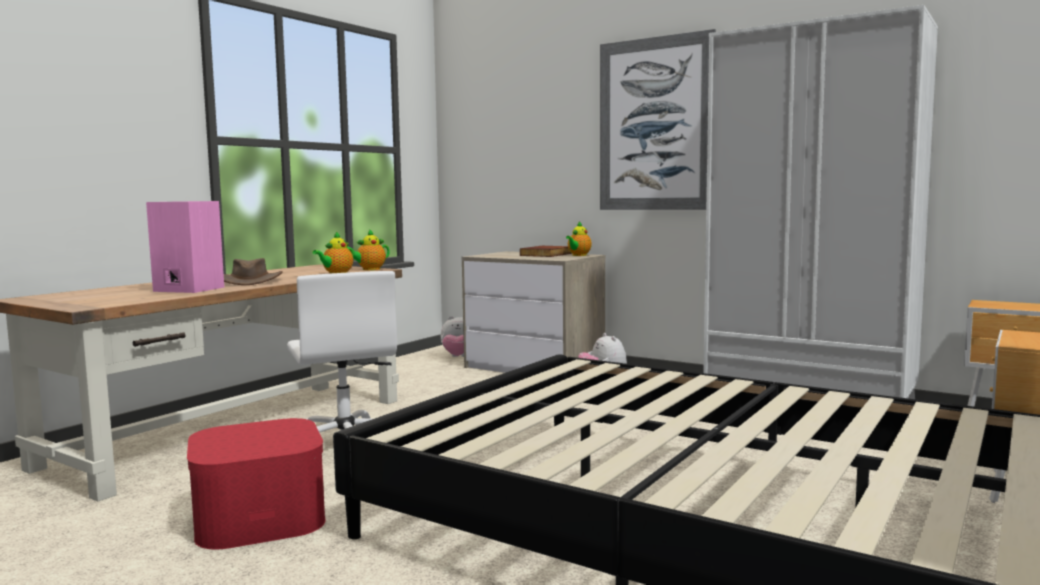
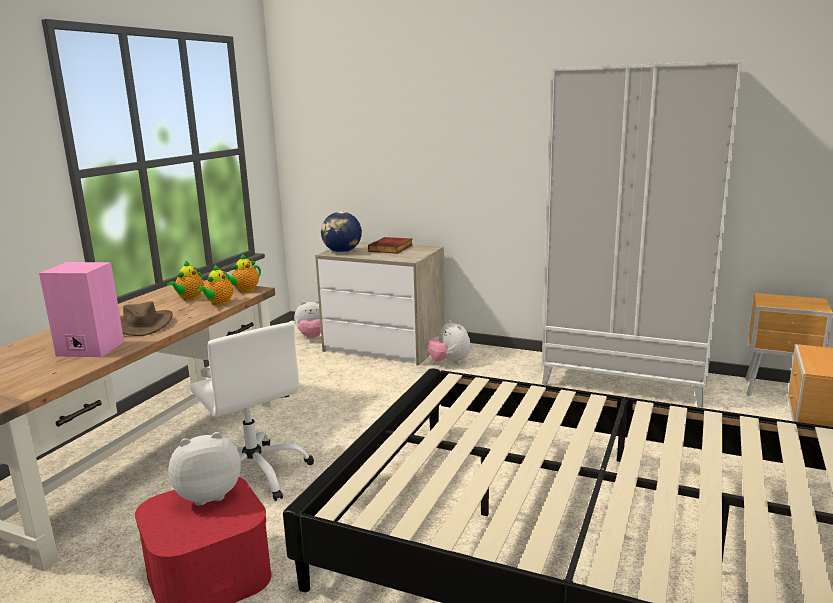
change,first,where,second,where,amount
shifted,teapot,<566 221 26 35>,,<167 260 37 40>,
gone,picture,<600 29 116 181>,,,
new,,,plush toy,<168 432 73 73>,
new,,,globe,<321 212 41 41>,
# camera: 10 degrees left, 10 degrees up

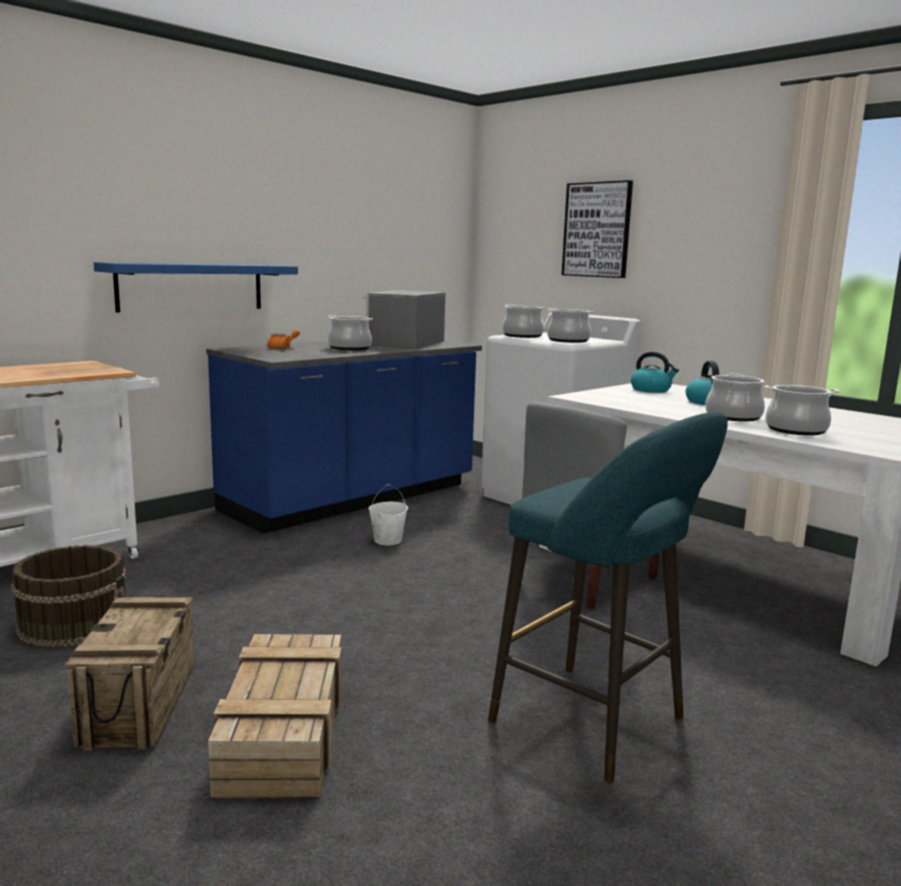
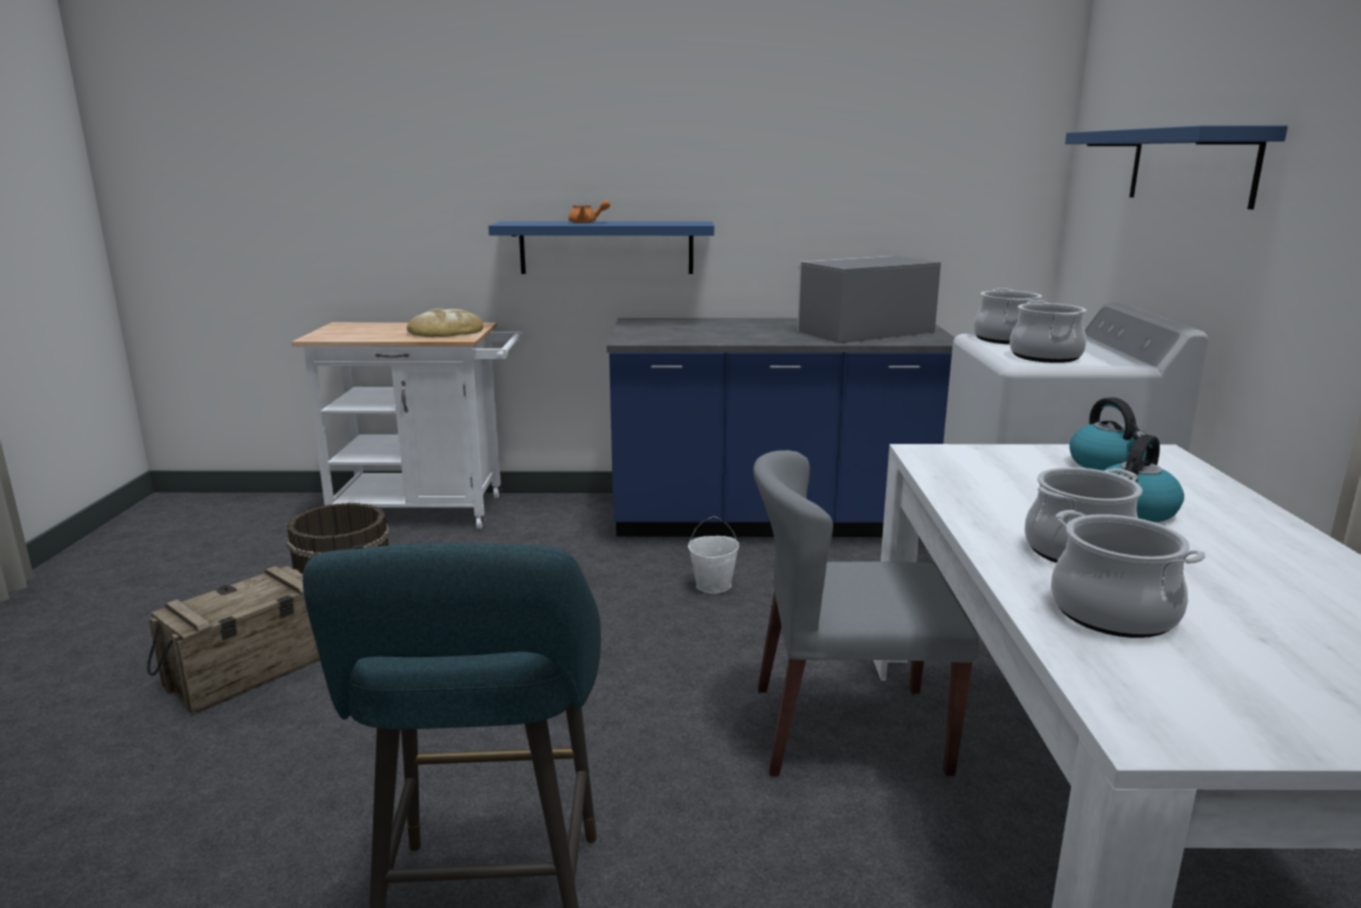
change,first,where,second,where,amount
gone,crate,<208 634 134 164>,,,
shifted,orange teapot,<267 329 33 20>,,<568 200 42 23>,
gone,cooking pot,<327 315 46 35>,,,
swapped,picture,<562 180 71 98>,blue shelf,<1065 126 223 83>,
new,,,bread,<407 308 77 29>,
# camera: 45 degrees right, 5 degrees up

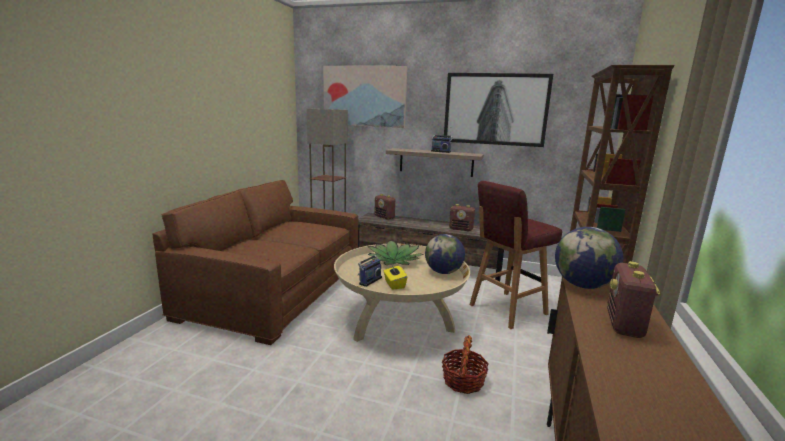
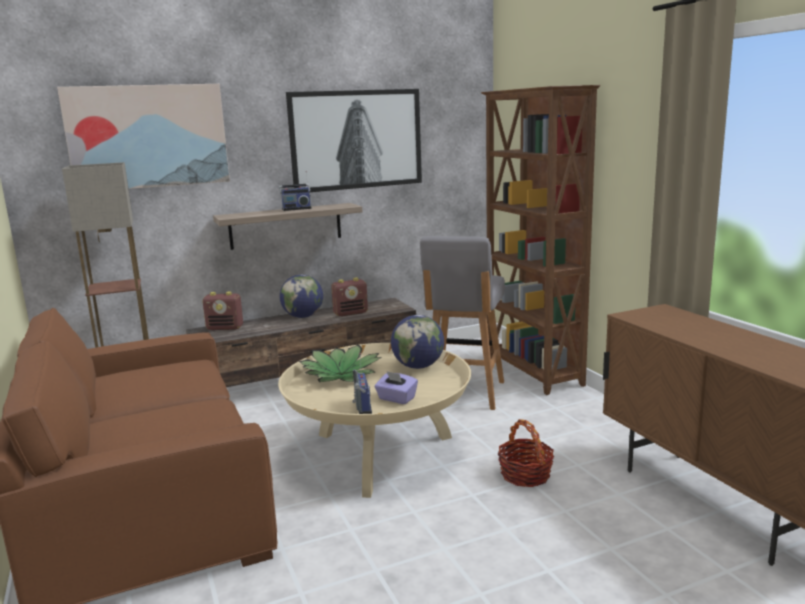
change,first,where,second,where,amount
repainted,yellow tissue box,<384 263 23 27>,purple tissue box,<375 371 43 33>,
repainted,red stool,<469 181 93 148>,grey stool,<420 236 85 174>,
shifted,globe,<555 227 69 62>,,<280 274 43 44>,
gone,radio,<607 261 54 77>,,,
# camera: 40 degrees left, 0 degrees up

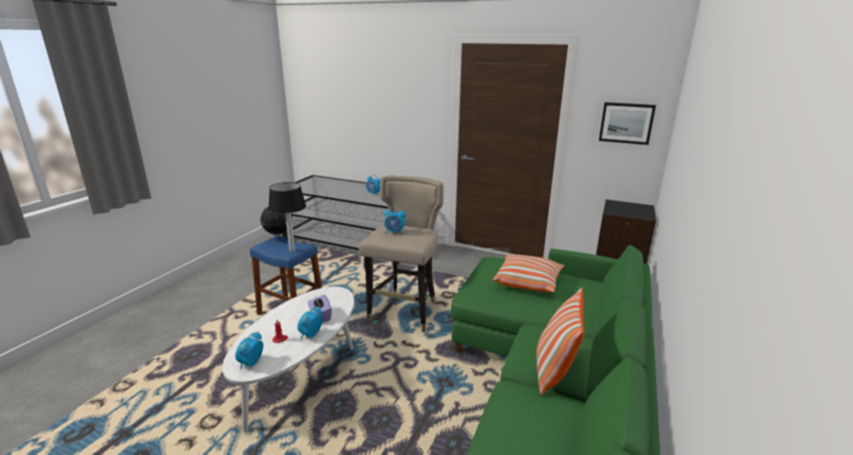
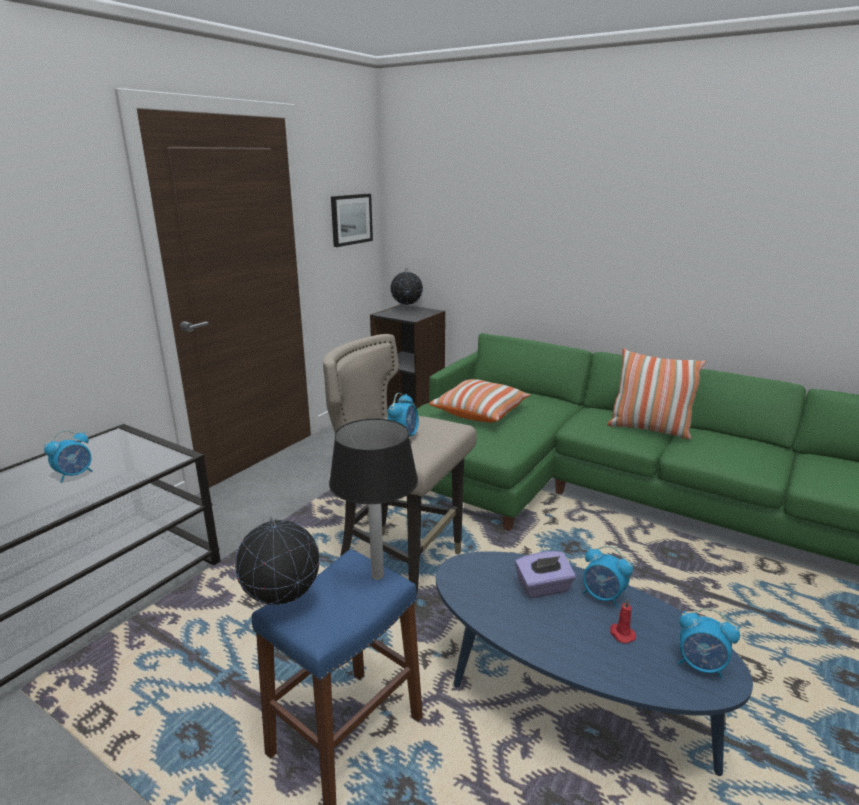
change,first,where,second,where,amount
repainted,white coffee table,<222 287 132 145>,blue coffee table,<436 551 317 225>,
new,,,globe,<390 268 33 40>,
# camera: 80 degrees left, 0 degrees up

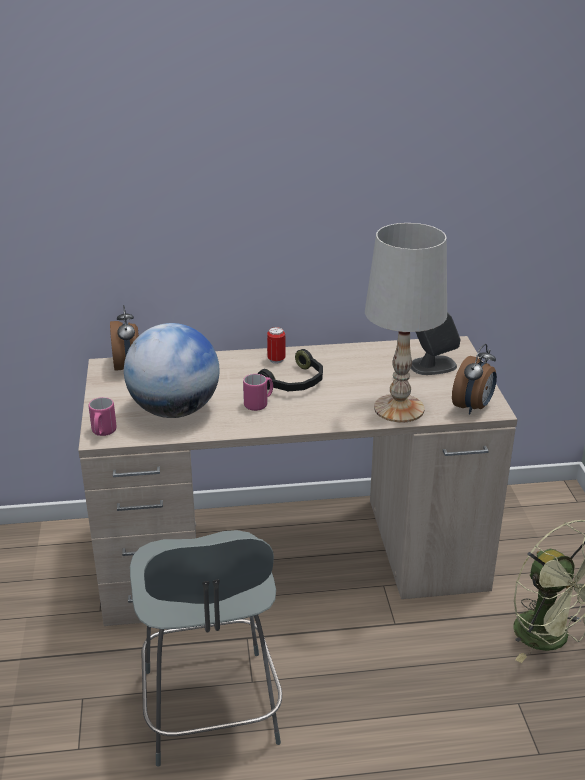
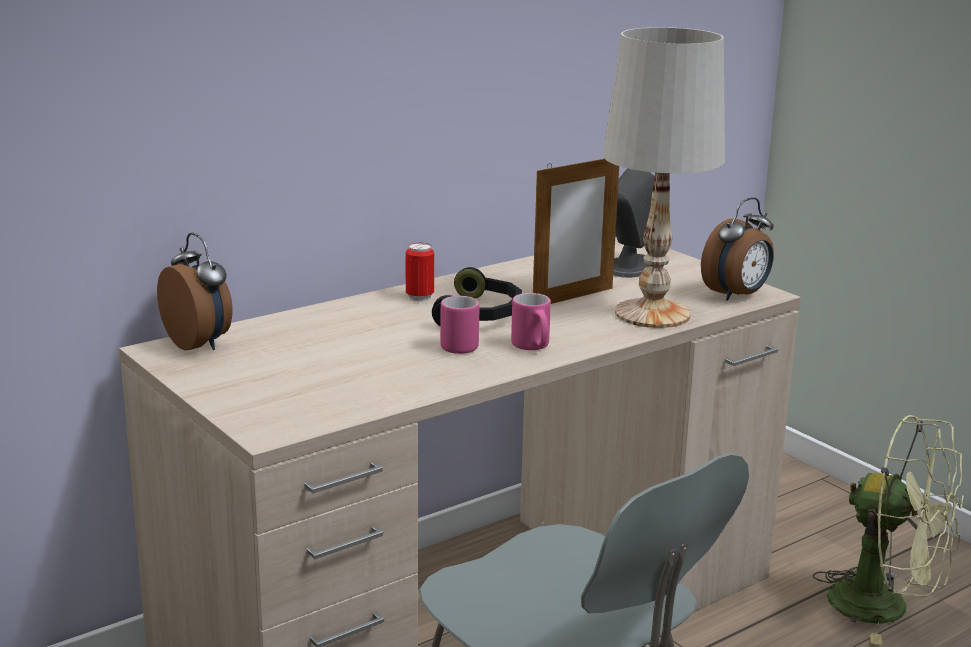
change,first,where,second,where,amount
shifted,pink mug,<89 397 28 39>,,<511 293 40 57>,
gone,globe,<124 323 96 95>,,,
rotated,alarm clock,<452 344 45 70>,,<701 197 73 104>,45 degrees clockwise
new,,,picture frame,<533 159 86 145>,
# camera: 30 degrees left, 10 degrees down

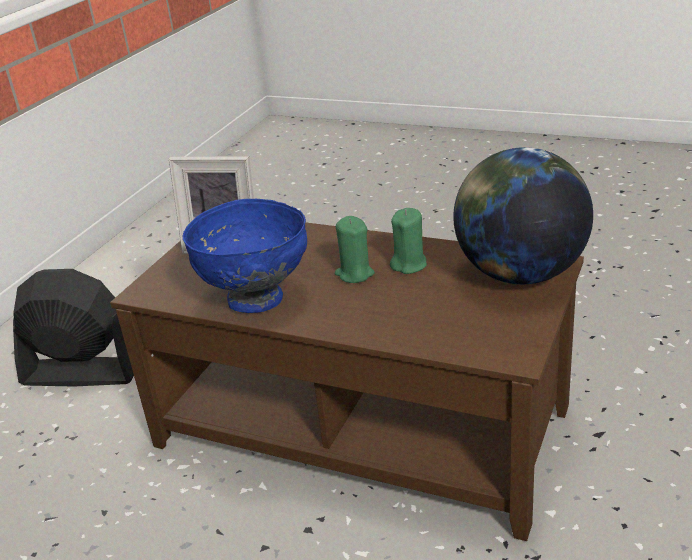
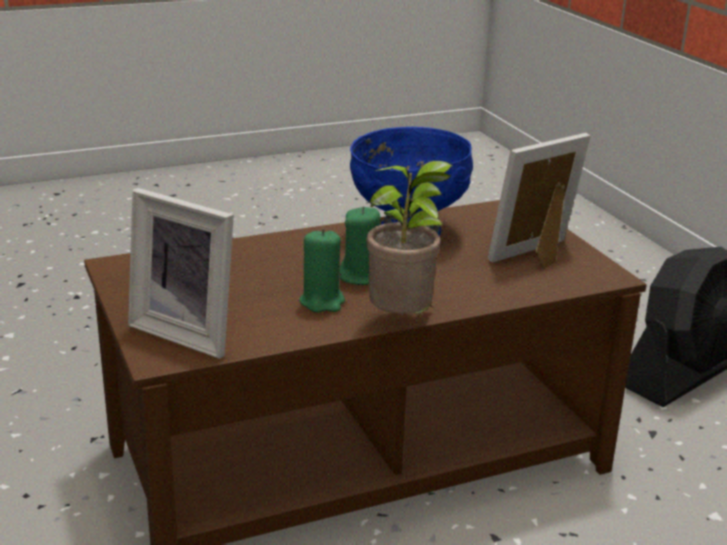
change,first,where,second,where,amount
swapped,globe,<453 147 140 137>,picture frame,<128 188 106 171>,
new,,,potted plant,<366 161 86 153>,
# camera: 130 degrees right, 5 degrees down

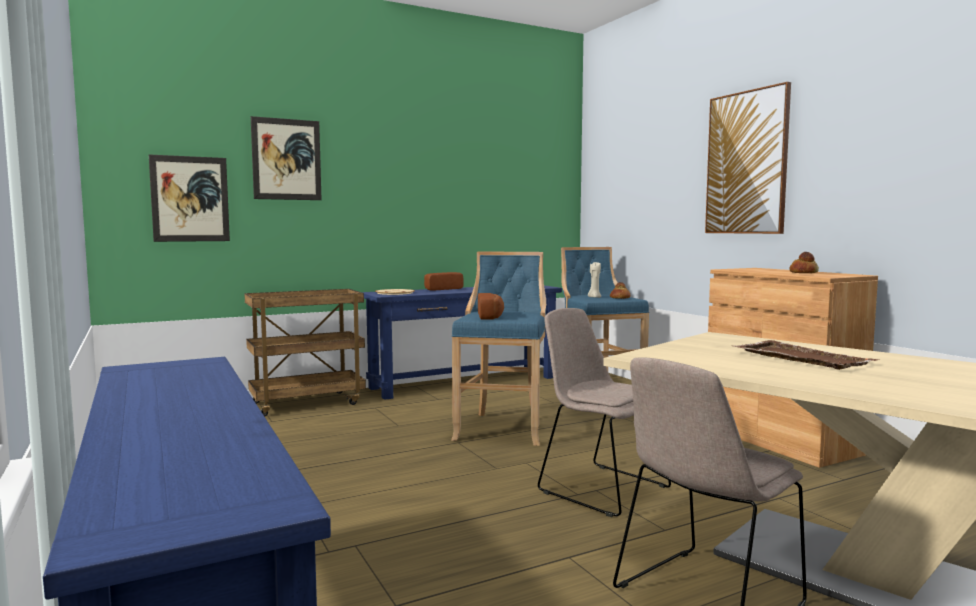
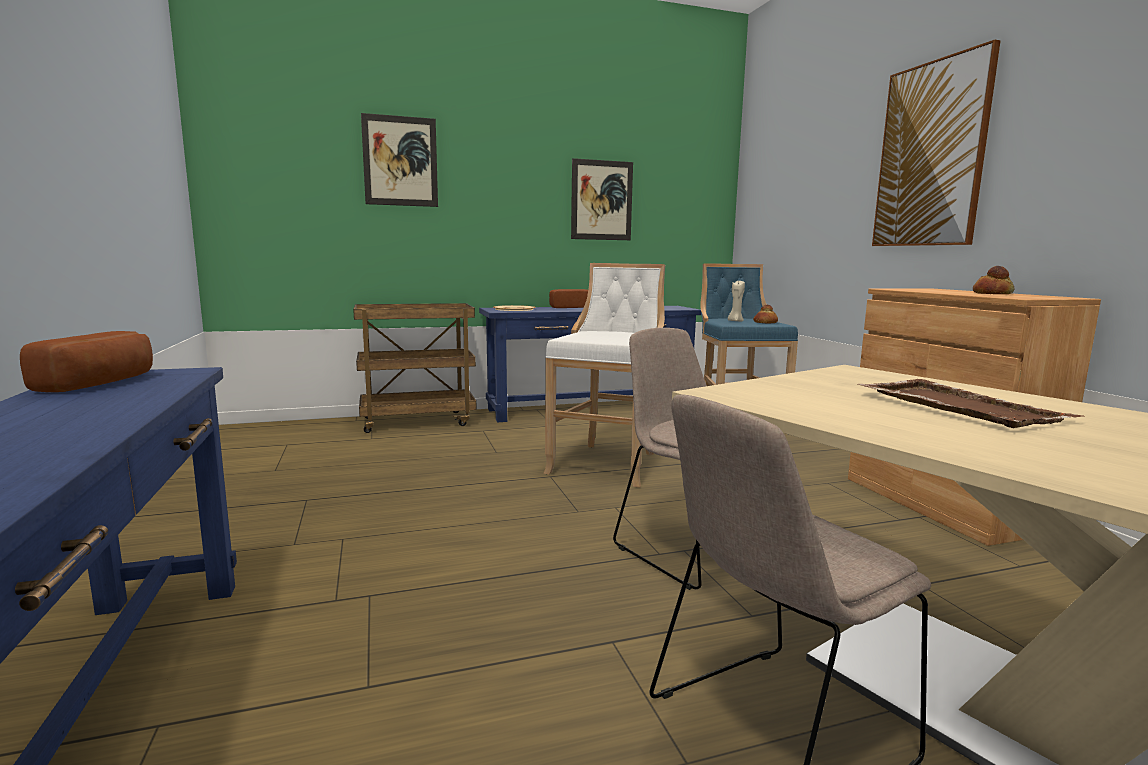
change,first,where,second,where,amount
shifted,picture,<149 155 81 87>,,<571 158 62 82>,
repainted,blue stool,<451 252 95 194>,white stool,<543 263 122 224>,
shifted,bread,<478 293 26 27>,,<20 331 133 61>,
# camera: 10 degrees right, 5 degrees up

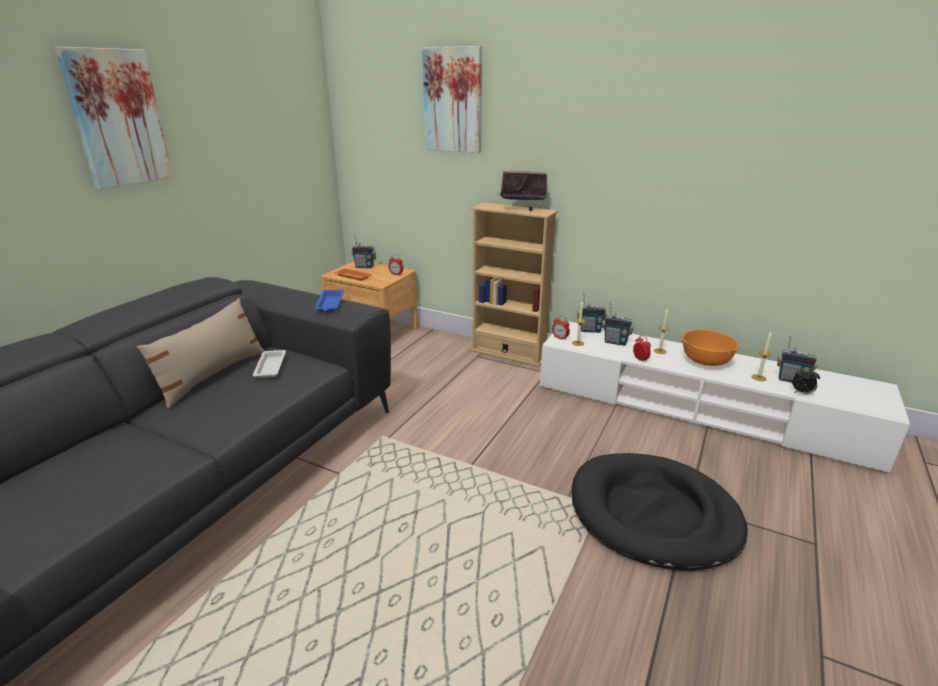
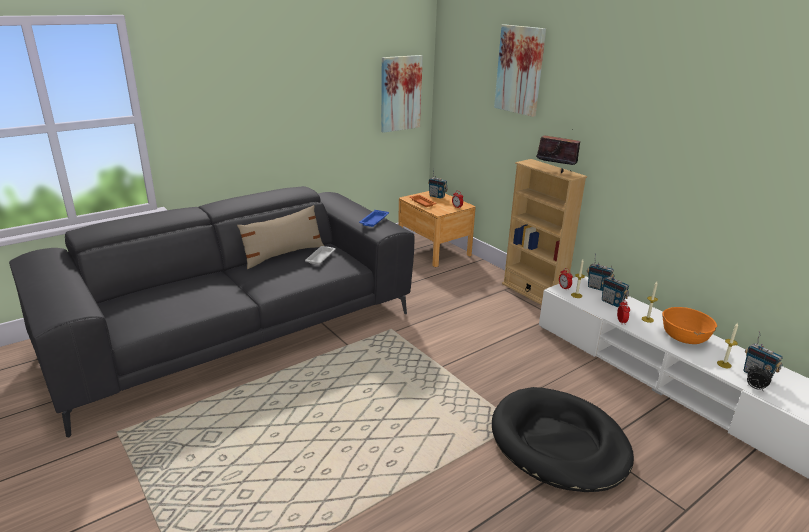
change,first,where,second,where,amount
shifted,picture,<55 47 118 142>,,<381 55 42 78>,
# camera: 25 degrees right, 0 degrees up

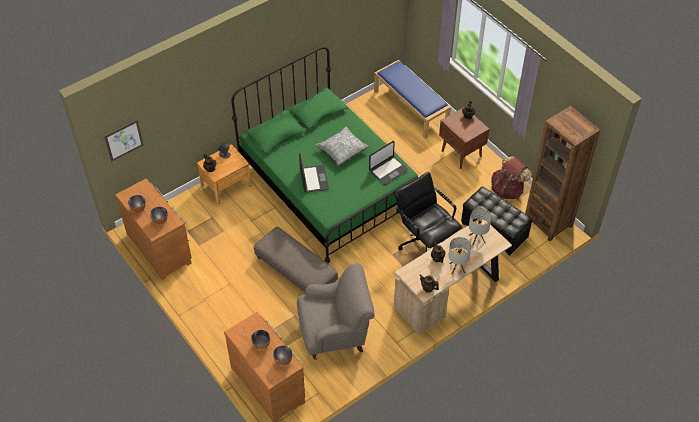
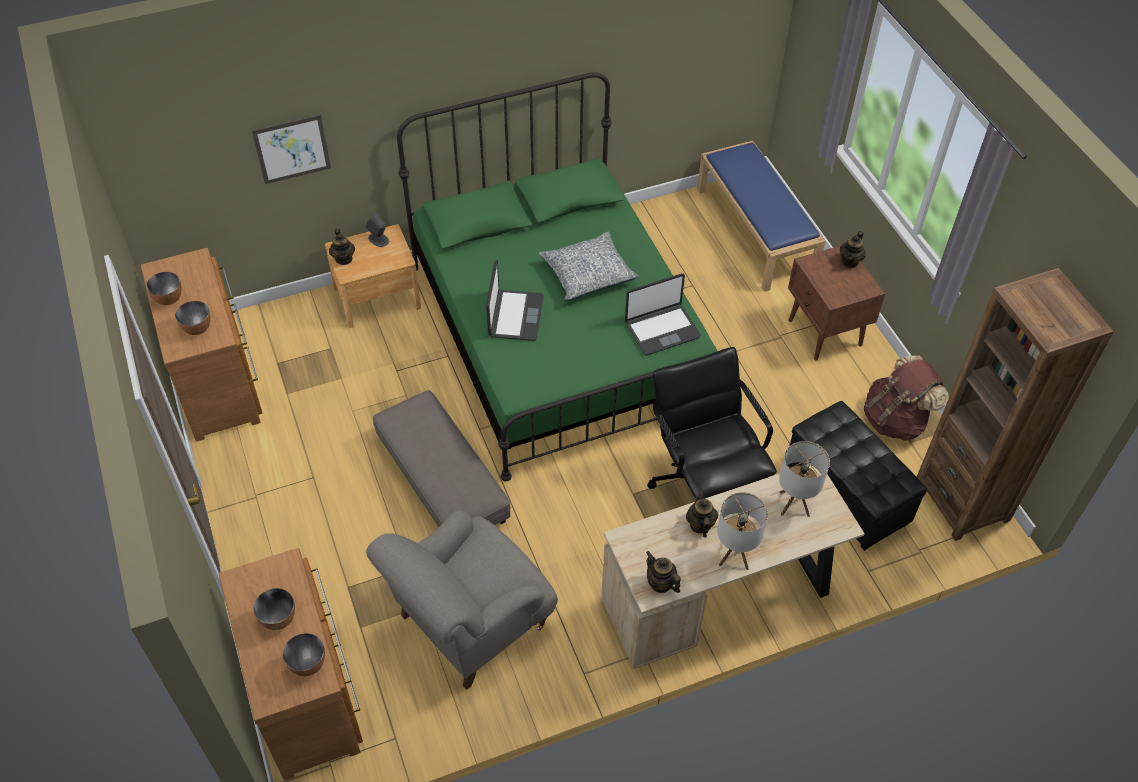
change,first,where,second,where,amount
shifted,picture,<104 120 40 42>,,<252 114 79 70>,
rotated,grey armchair,<297 263 77 97>,,<366 510 192 180>,135 degrees clockwise
# camera: 15 degrees right, 0 degrees up

